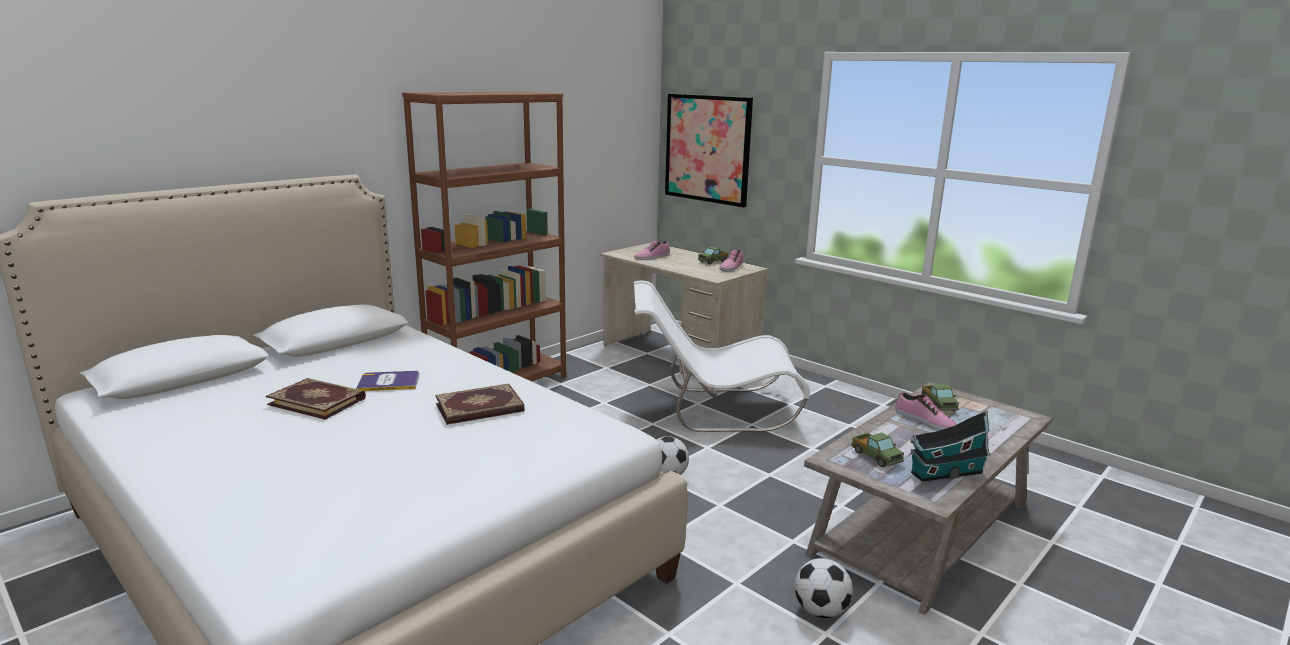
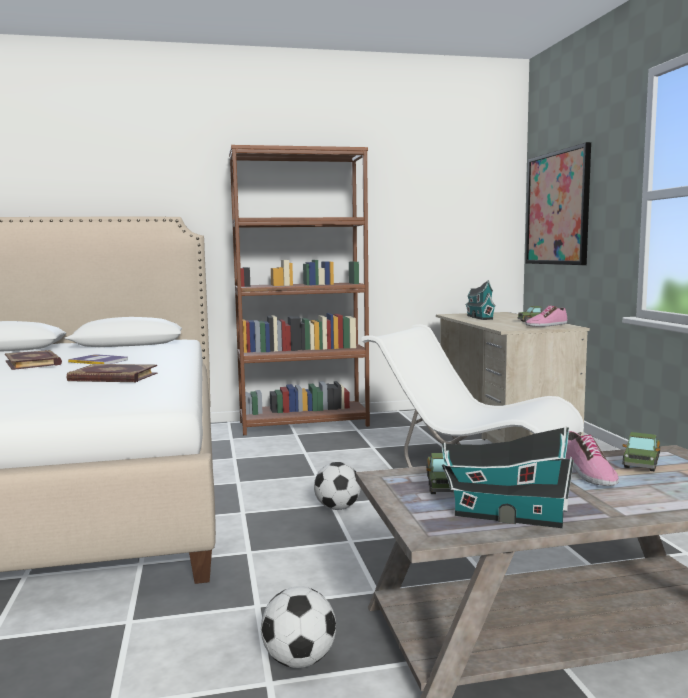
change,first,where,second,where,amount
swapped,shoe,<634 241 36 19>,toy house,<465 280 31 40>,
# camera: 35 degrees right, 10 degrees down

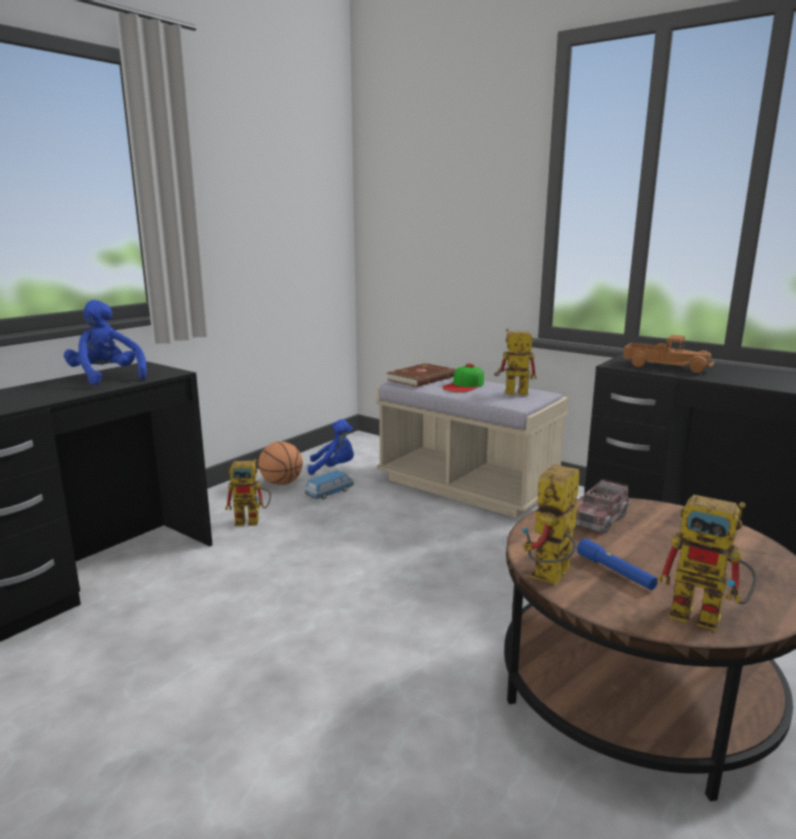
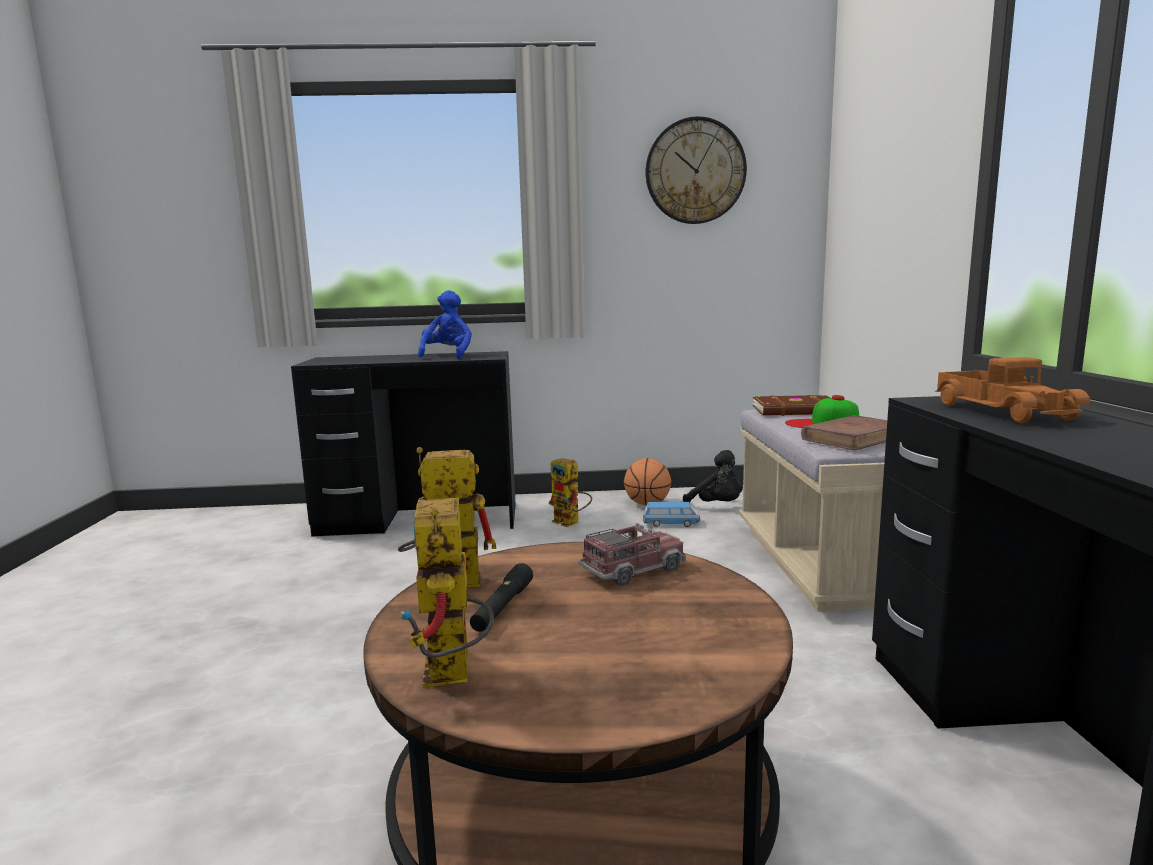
change,first,where,second,where,amount
repainted,blue plush toy,<308 419 46 56>,black plush toy,<683 450 60 52>,
swapped,toy robot,<494 328 43 67>,brown book,<801 415 86 36>,
rotated,toy truck,<576 479 55 54>,,<578 523 108 64>,150 degrees clockwise
repainted,blue flashlight,<577 538 81 52>,black flashlight,<470 563 63 69>,
new,,,wall clock,<646 116 101 108>,
# camera: 50 degrees right, 5 degrees down

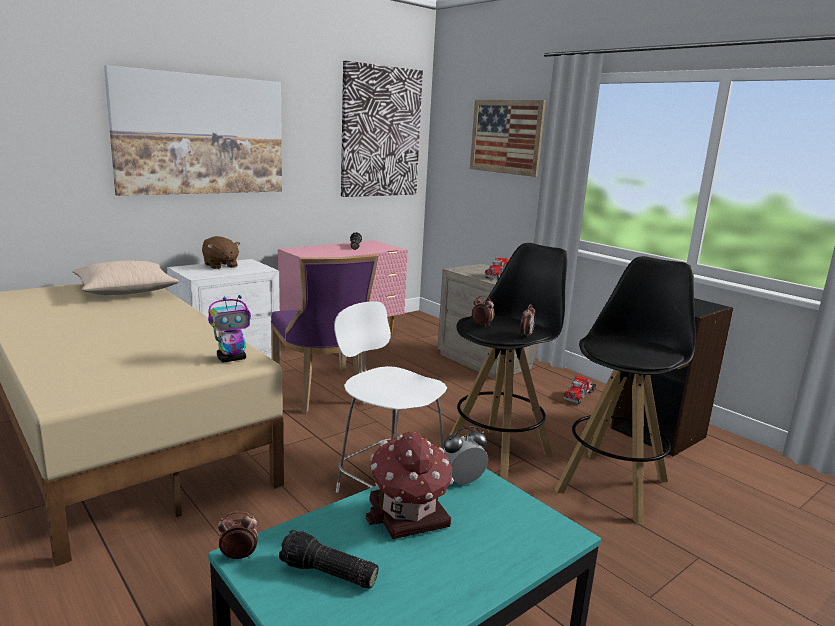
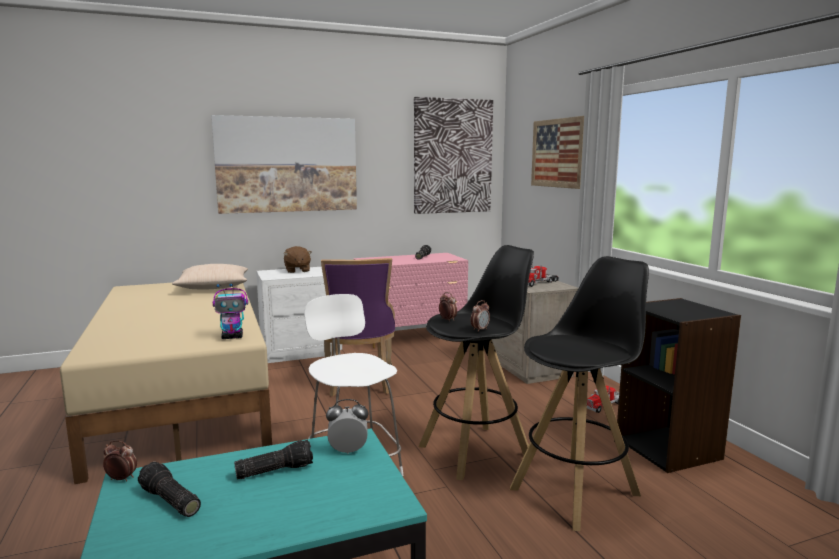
change,first,where,second,where,amount
swapped,toy house,<366 431 88 108>,flashlight,<234 440 79 40>,
# camera: 20 degrees right, 5 degrees down

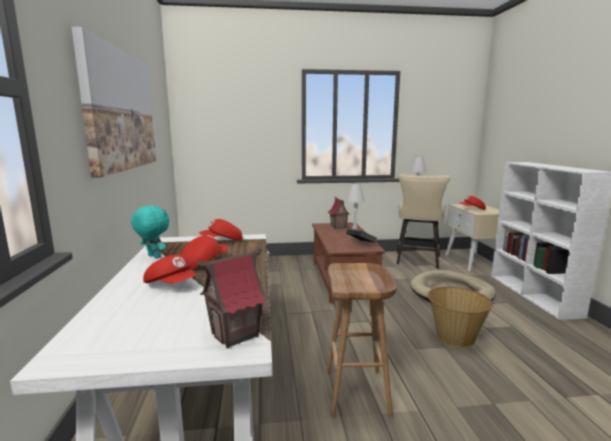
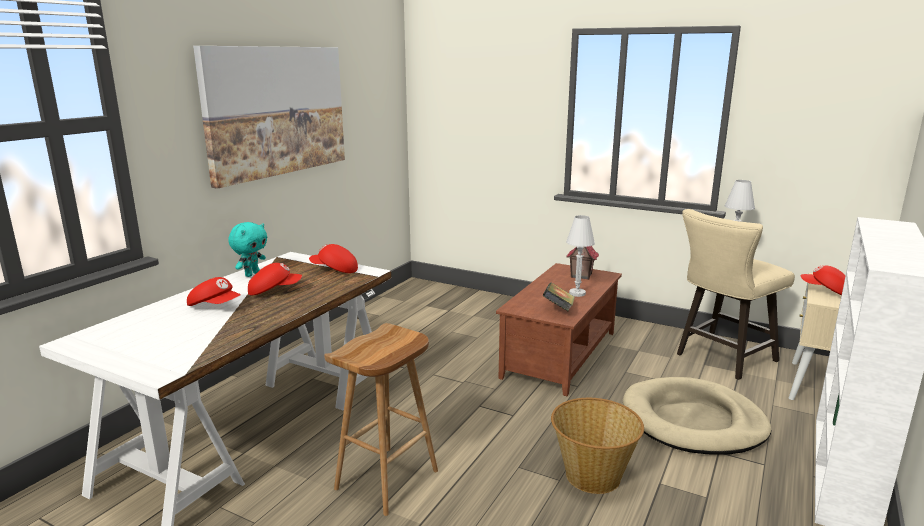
change,first,where,second,where,amount
rotated,turquoise plush toy,<131 205 38 54>,,<228 222 39 55>,45 degrees clockwise
rotated,red cap,<143 255 54 29>,,<187 277 54 29>,45 degrees counterclockwise
gone,toy house,<197 248 71 100>,,,
# camera: 35 degrees right, 5 degrees up

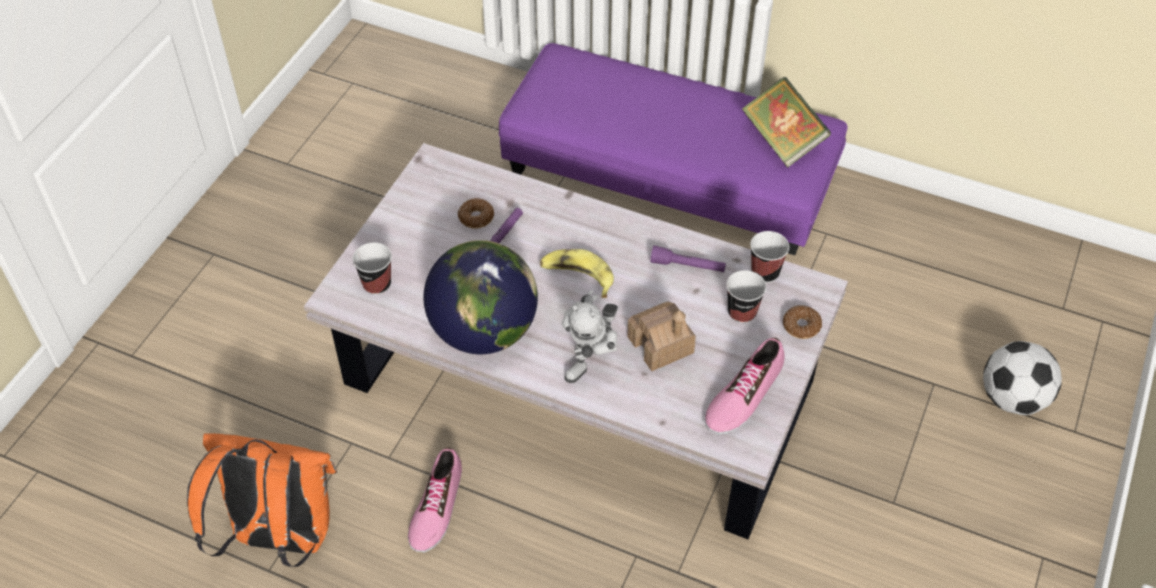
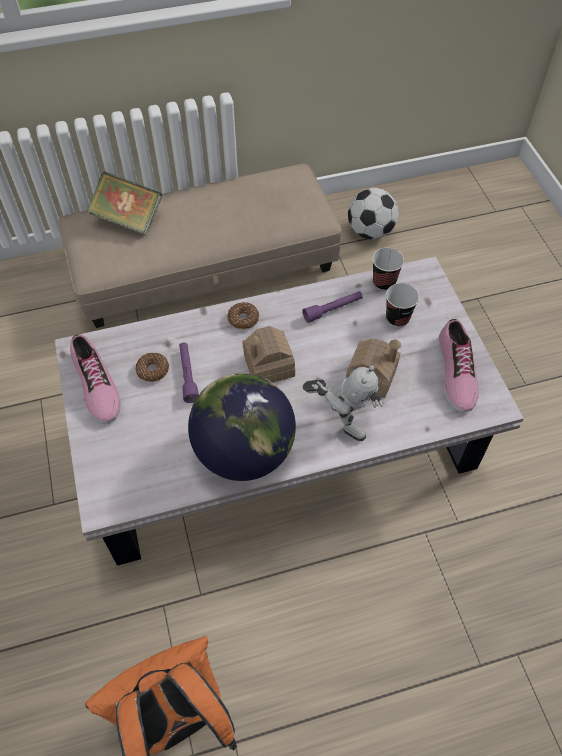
change,first,where,second,where,amount
gone,cup,<352 243 40 52>,,,
shifted,shoe,<408 447 54 105>,,<70 334 51 90>,
repainted,purple ottoman,<499 43 348 212>,beige ottoman,<58 164 284 164>,
swapped,banana,<540 249 74 49>,toy house,<242 326 53 57>,
rotated,toy robot,<562 290 56 93>,,<303 366 80 75>,45 degrees counterclockwise
shifted,book,<742 77 89 91>,,<87 171 75 65>,
shifted,donut,<783 305 39 34>,,<227 302 32 28>,
shifted,football,<983 341 79 74>,,<348 188 51 51>,
# camera: 40 degrees left, 5 degrees up

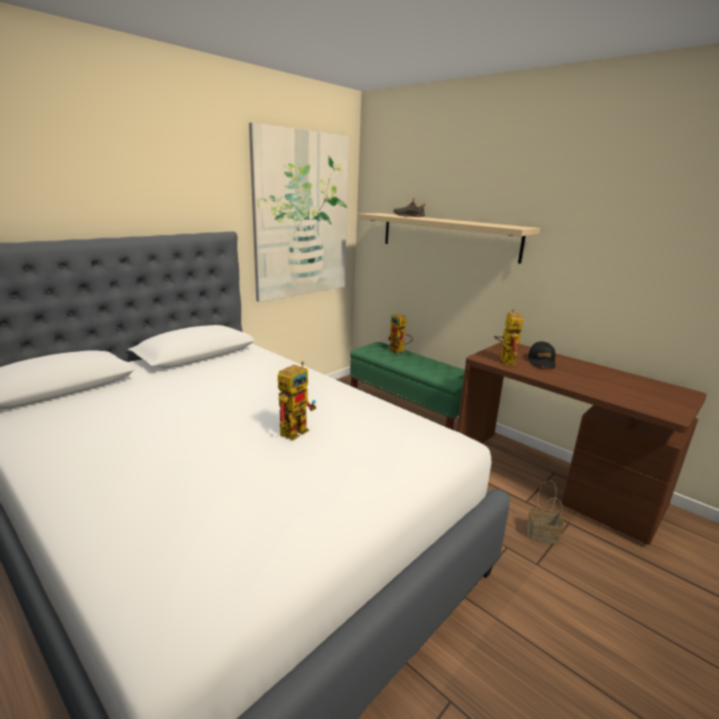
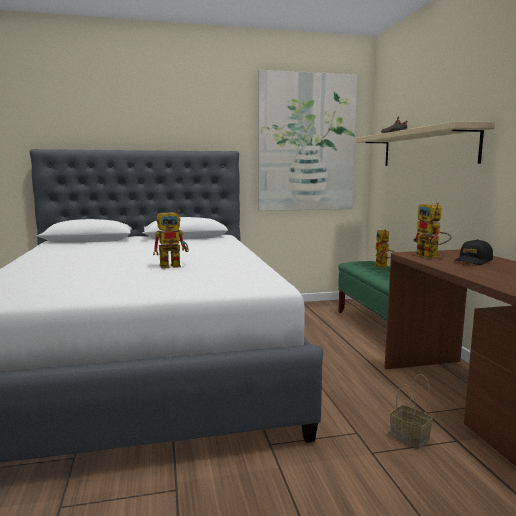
change,first,where,second,where,amount
rotated,toy robot,<494 309 29 56>,,<413 202 38 56>,120 degrees clockwise
# camera: 35 degrees right, 10 degrees down

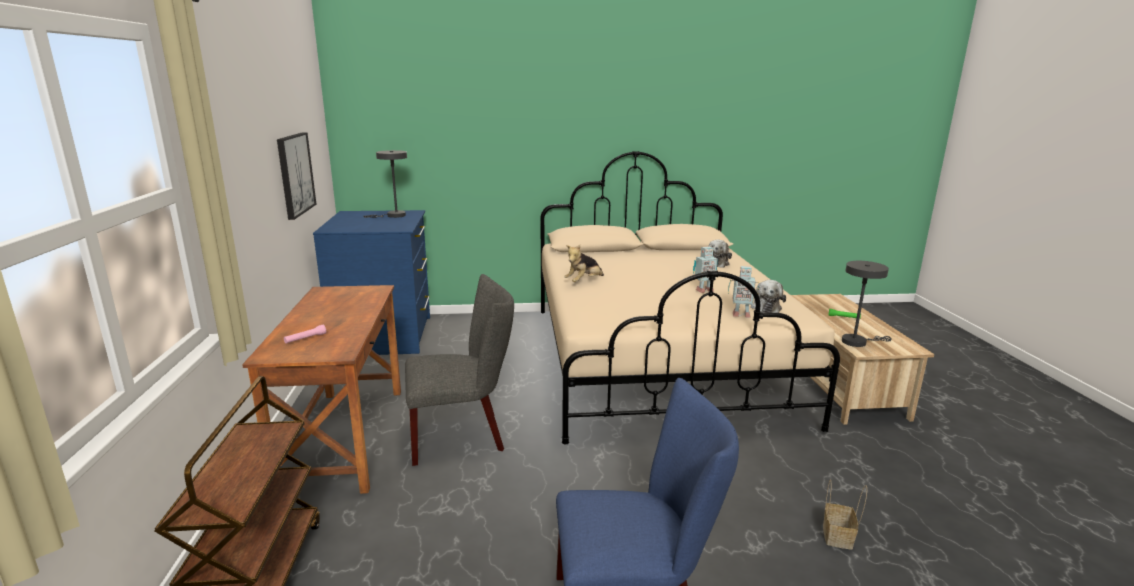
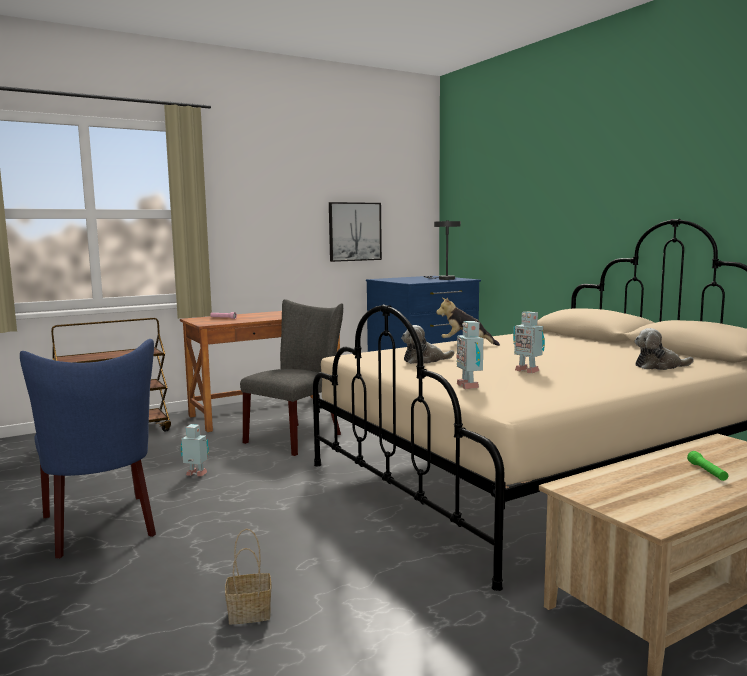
change,first,where,second,where,amount
rotated,grey chair,<405 274 109 192>,,<240 299 103 157>,105 degrees counterclockwise
shifted,plush toy,<751 280 35 33>,,<401 325 53 39>,
gone,grey table lamp,<842 261 50 86>,,,
new,,,toy robot,<180 424 29 52>,
# camera: 65 degrees right, 10 degrees down

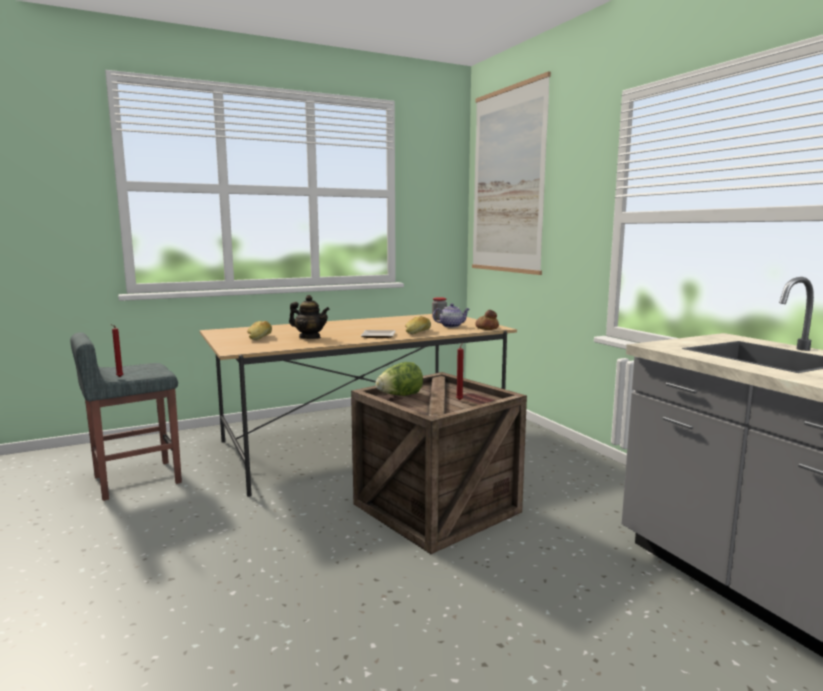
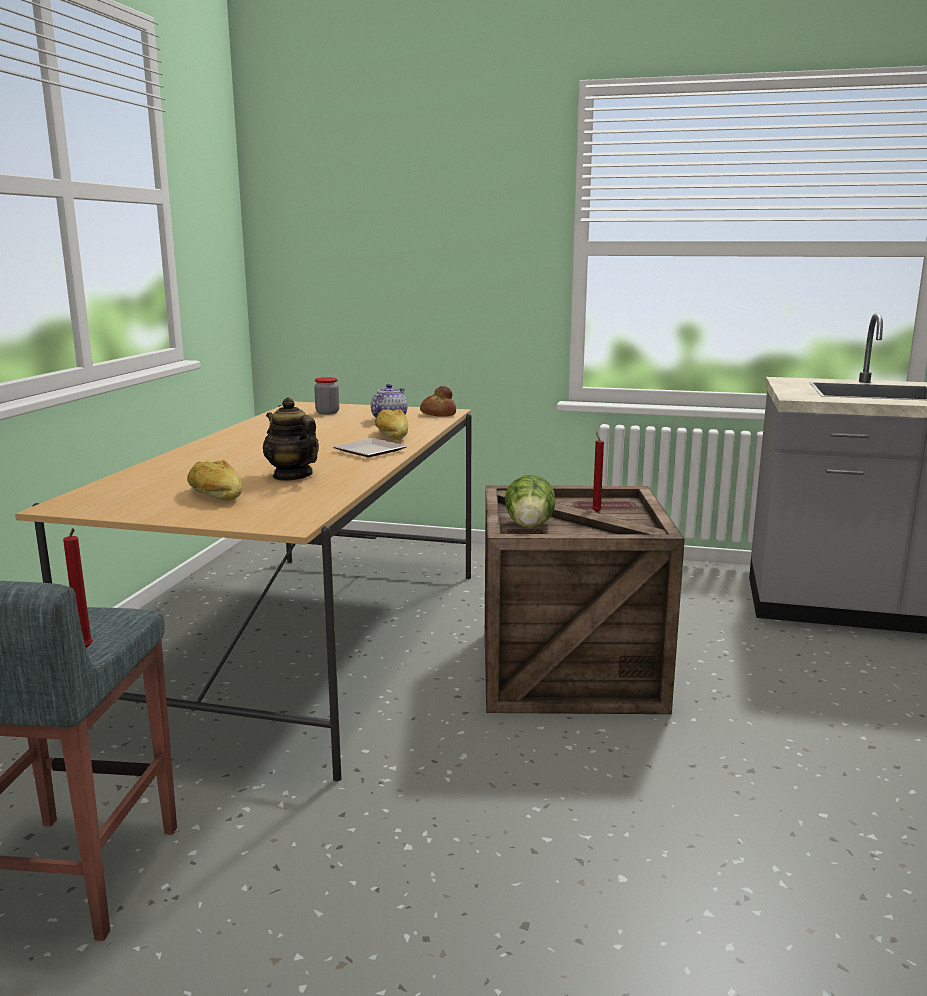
change,first,where,second,where,amount
rotated,teapot,<289 295 41 44>,,<263 397 56 84>,105 degrees counterclockwise
gone,picture,<472 72 79 203>,,,
# camera: 50 degrees left, 5 degrees up

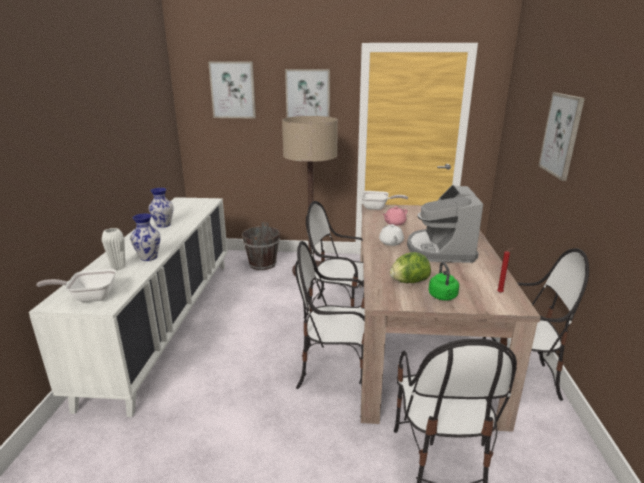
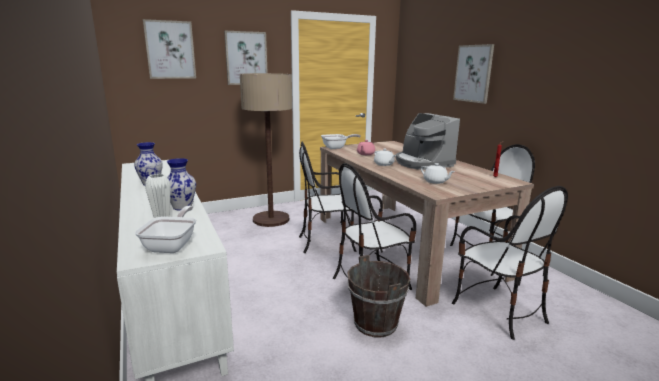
change,first,where,second,where,amount
rotated,frying pan,<36 269 80 33>,,<135 206 61 47>,135 degrees clockwise
shifted,brown bucket,<242 222 38 48>,,<348 255 62 82>,
swapped,lettuce,<390 252 41 31>,white teapot,<421 163 34 21>,
gone,green kettle,<429 262 30 39>,,,
# camera: 30 degrees left, 5 degrees down

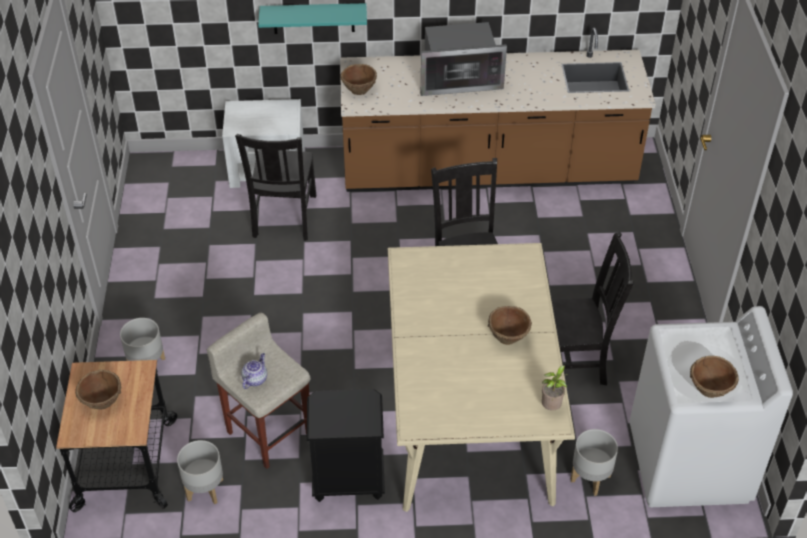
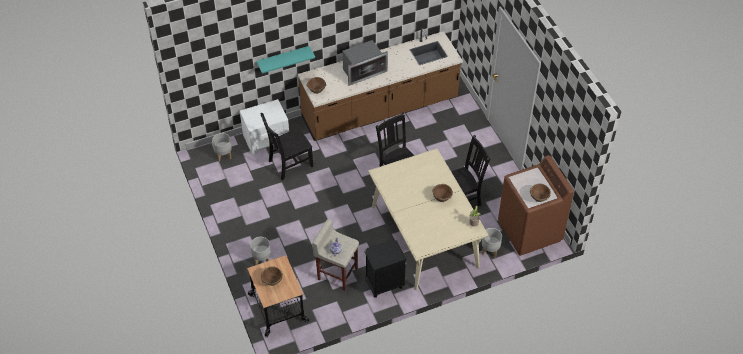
change,first,where,second,where,amount
shifted,grey planter,<177 440 46 64>,,<212 133 20 28>,
rotated,black chair,<235 134 81 107>,,<260 113 53 67>,75 degrees clockwise
repainted,white washing machine,<630 306 163 201>,brown washing machine,<498 155 76 101>,
# camera: 20 degrees left, 5 degrees up

